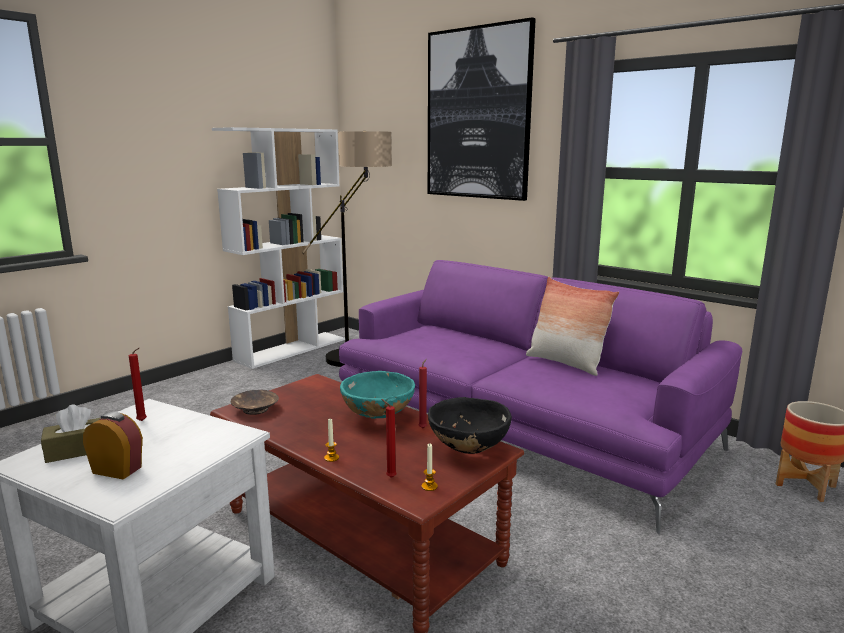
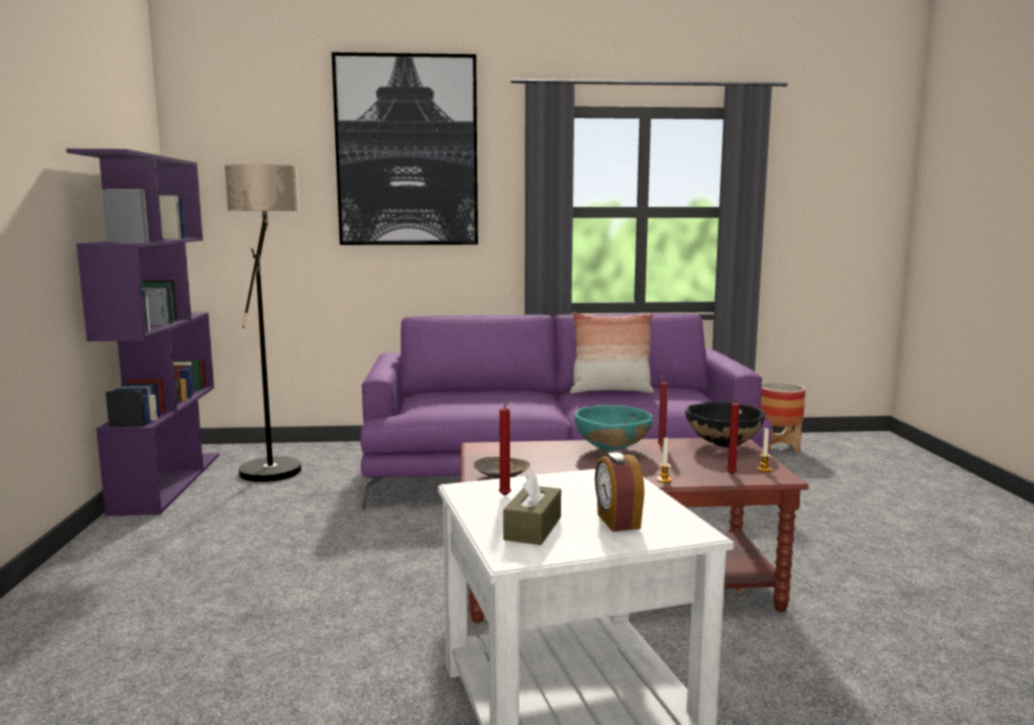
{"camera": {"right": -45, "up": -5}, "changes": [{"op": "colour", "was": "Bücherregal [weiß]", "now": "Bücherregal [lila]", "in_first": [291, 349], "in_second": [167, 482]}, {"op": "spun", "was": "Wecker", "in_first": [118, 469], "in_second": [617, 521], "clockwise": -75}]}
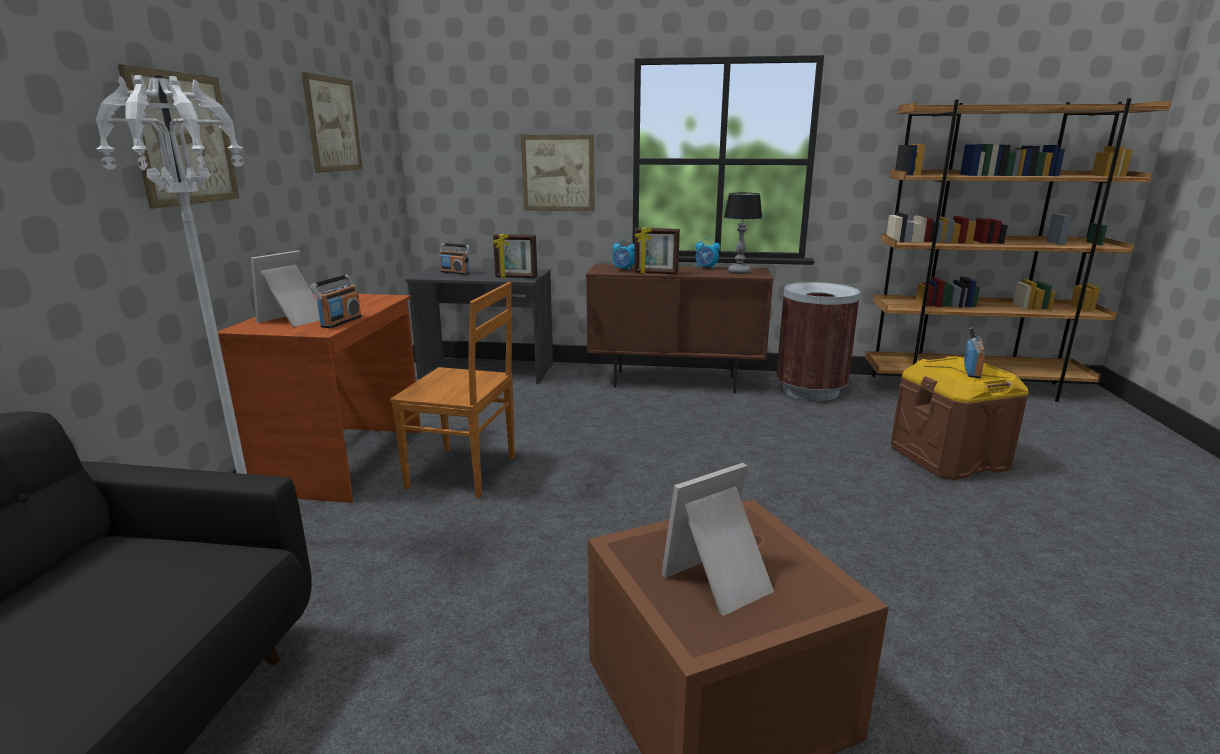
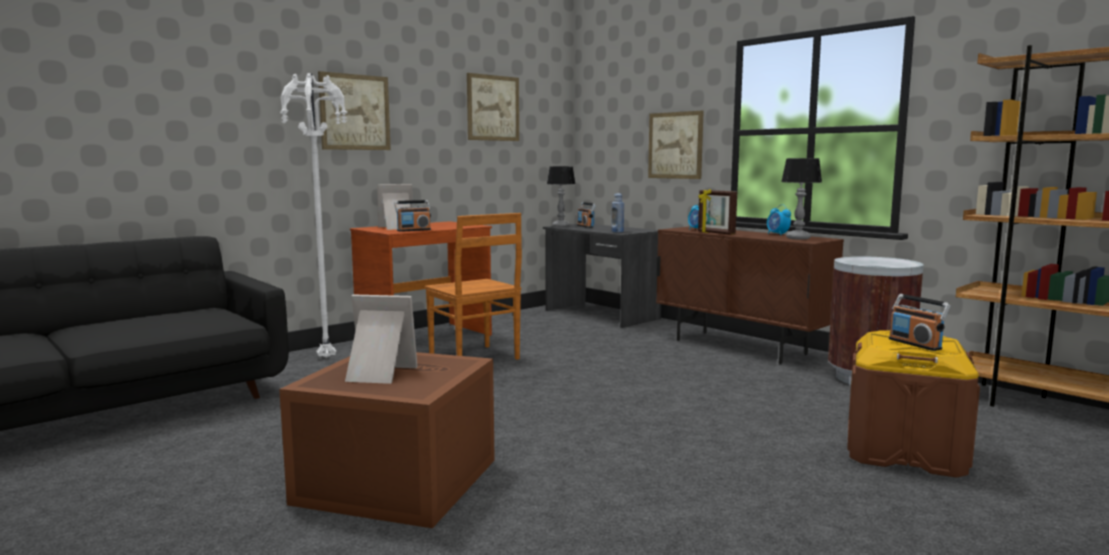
{"camera": {"right": 40, "up": -10}, "changes": [{"op": "appeared", "now": "Tischlampe", "in_second": [560, 226]}, {"op": "exchanged", "was": "Bilderrahmen", "now": "Flasche [blau]", "in_first": [516, 277], "in_second": [617, 231]}, {"op": "spun", "was": "Radio", "in_first": [972, 371], "in_second": [915, 344], "clockwise": 90}]}
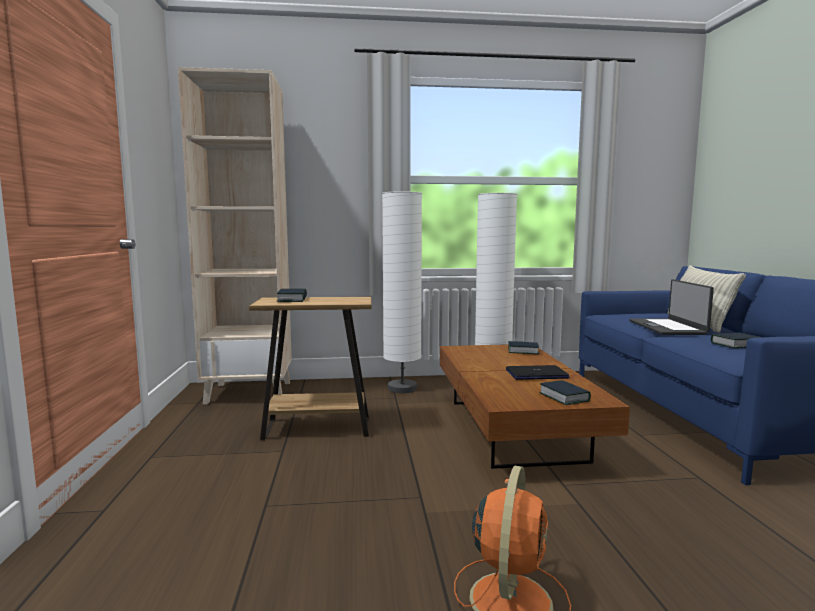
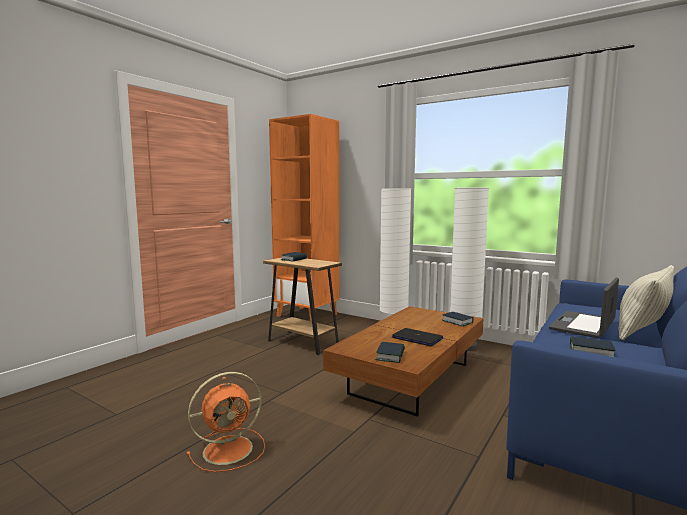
{"camera": {"right": 40, "up": 0}, "changes": [{"op": "colour", "was": "Bücherregal [beige]", "now": "Bücherregal [orange]", "in_first": [250, 392], "in_second": [307, 315]}]}
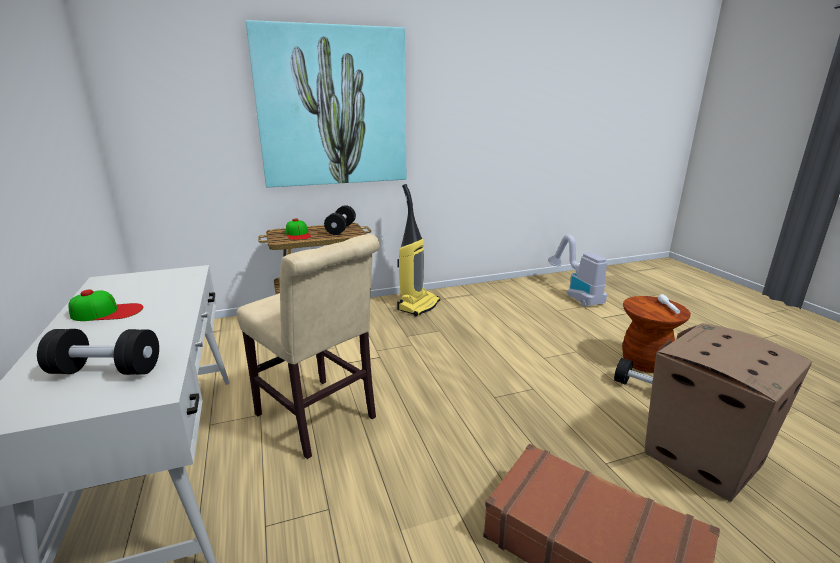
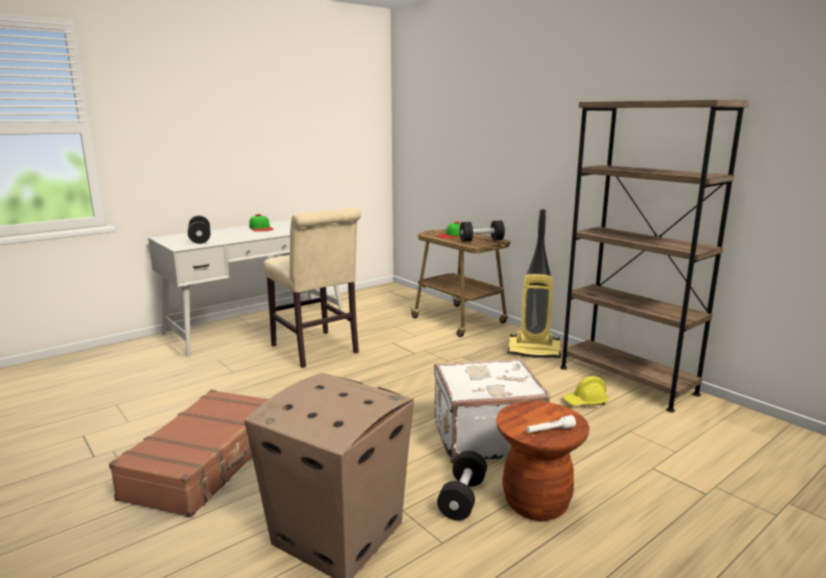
{"camera": {"right": 70, "up": -5}, "changes": [{"op": "spun", "was": "Stuhl [beige]", "in_first": [319, 419], "in_second": [316, 351], "clockwise": -60}, {"op": "appeared", "now": "Koffer [weiß]", "in_second": [485, 437]}, {"op": "appeared", "now": "Bücherregal [braun]", "in_second": [626, 380]}, {"op": "appeared", "now": "Schutzhelm [gelb]", "in_second": [585, 402]}, {"op": "missing", "was": "Bild", "in_first": [333, 108]}, {"op": "missing", "was": "Staubsauger", "in_first": [575, 295]}]}
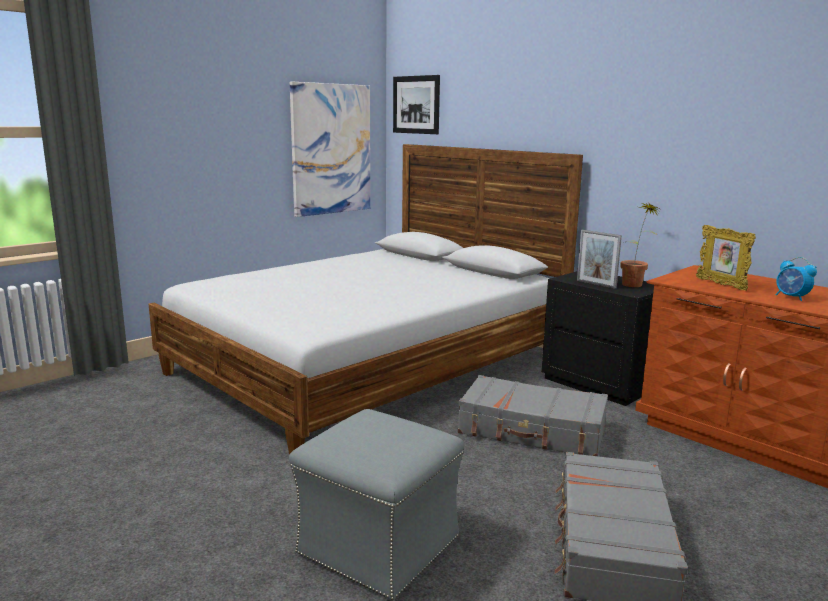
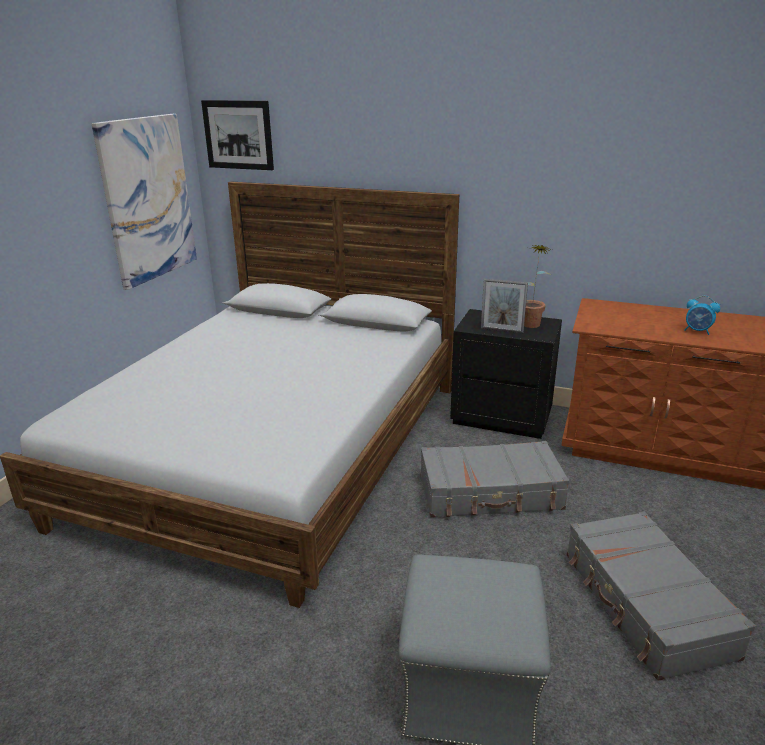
{"camera": {"right": -25, "up": 10}, "changes": [{"op": "missing", "was": "Bilderrahmen", "in_first": [721, 284]}]}
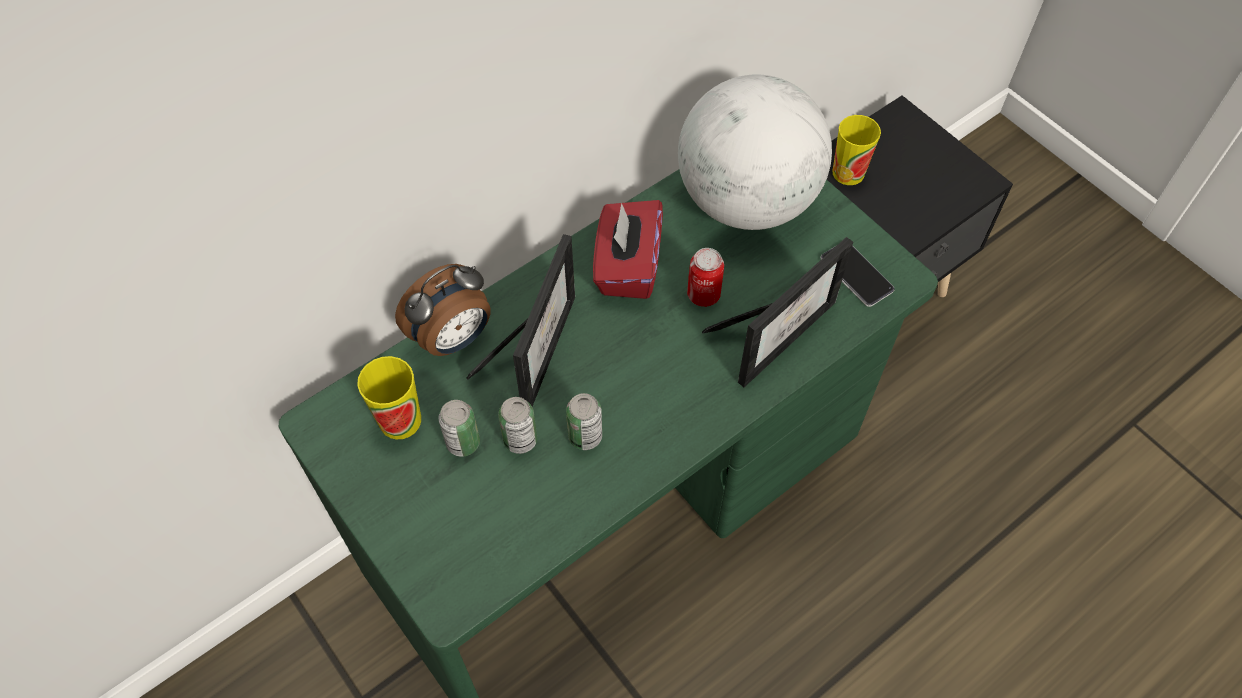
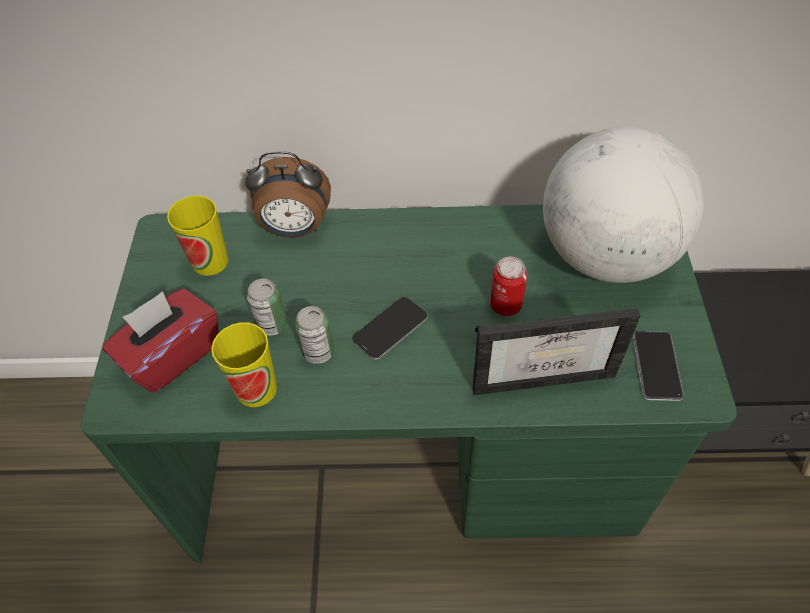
{"camera": {"right": 40, "up": -5}, "changes": [{"op": "relocated", "was": "Taschentuchbox [rot]", "in_first": [627, 267], "in_second": [172, 355]}, {"op": "relocated", "was": "Tasse", "in_first": [848, 173], "in_second": [256, 389]}, {"op": "appeared", "now": "Handy", "in_second": [390, 329]}, {"op": "missing", "was": "Dose", "in_first": [463, 443]}, {"op": "missing", "was": "Bilderrahmen", "in_first": [536, 346]}]}
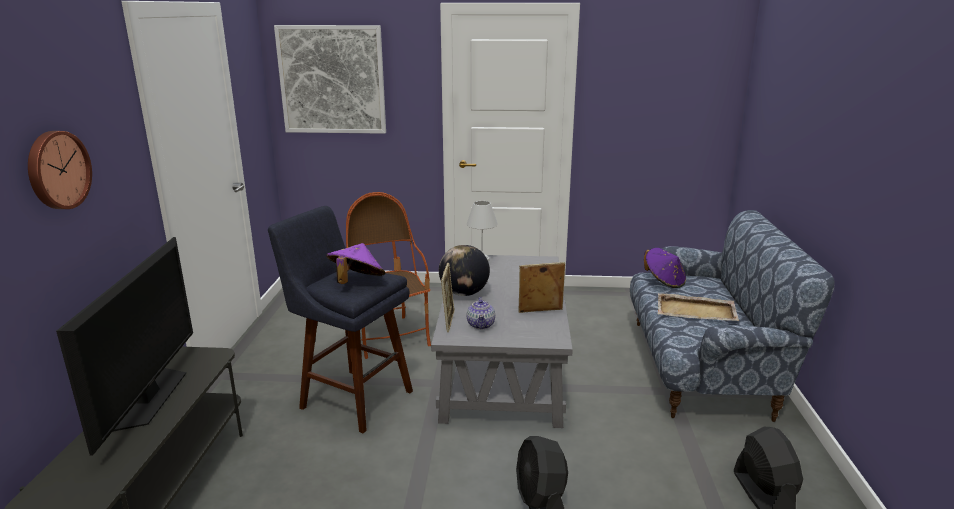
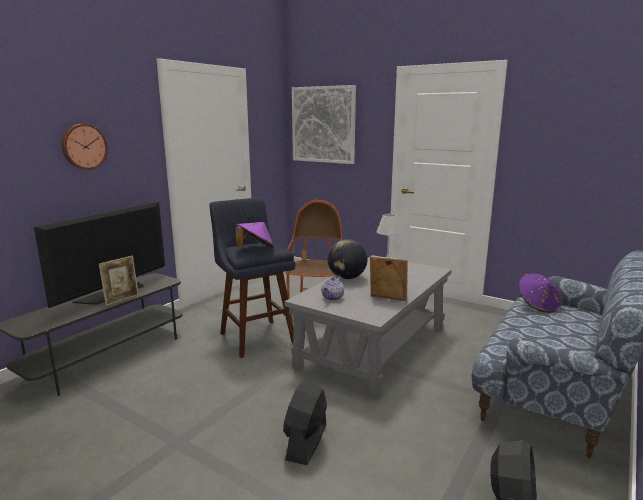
{"camera": {"right": 30, "up": -5}, "changes": [{"op": "relocated", "was": "Bilderrahmen", "in_first": [448, 321], "in_second": [122, 299]}, {"op": "missing", "was": "Tablett [beige]", "in_first": [696, 311]}]}
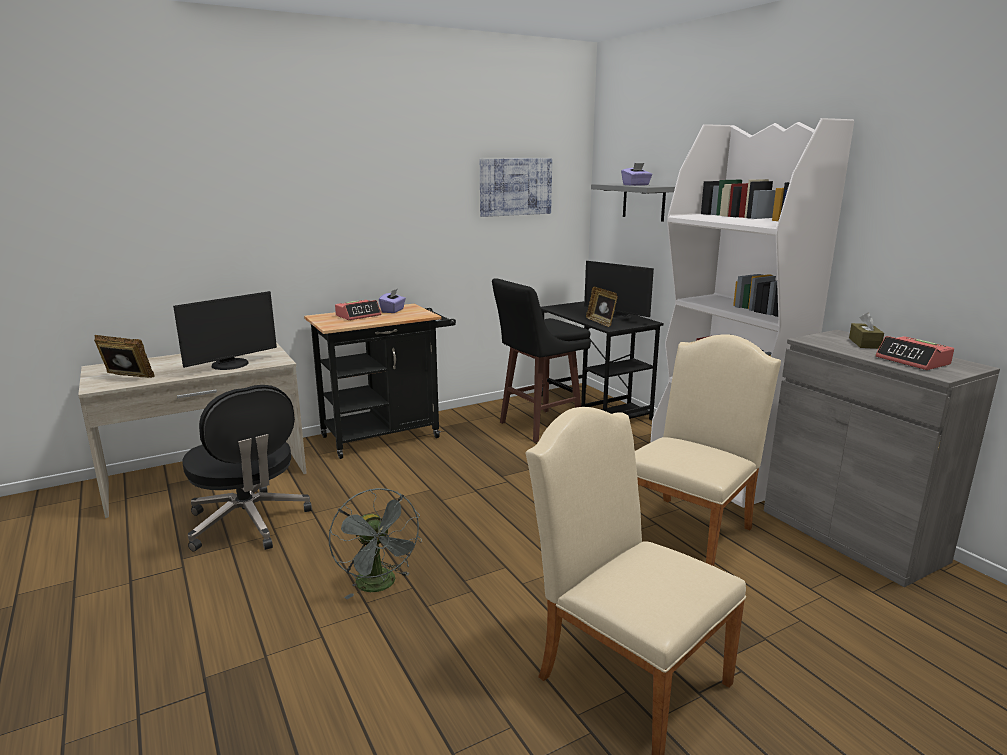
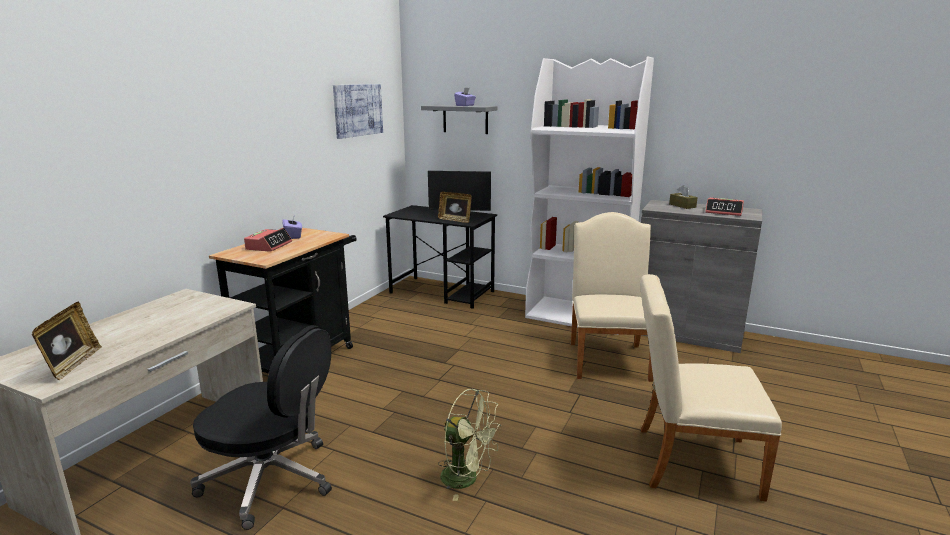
{"camera": {"right": -35, "up": 0}, "changes": [{"op": "spun", "was": "Bilderrahmen", "in_first": [126, 378], "in_second": [73, 364], "clockwise": 105}, {"op": "colour", "was": "Ventilator [grau]", "now": "Ventilator [grün]", "in_first": [380, 586], "in_second": [467, 479]}, {"op": "missing", "was": "Monitor", "in_first": [231, 365]}, {"op": "missing", "was": "Hocker [schwarz]", "in_first": [538, 426]}]}
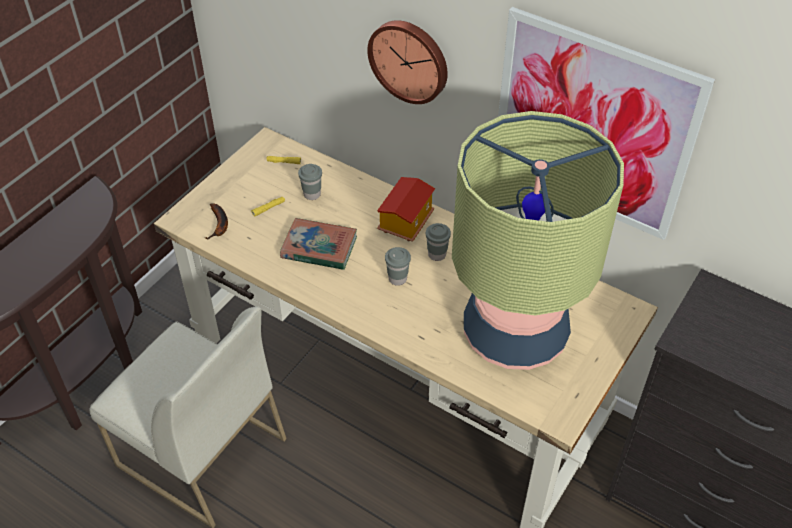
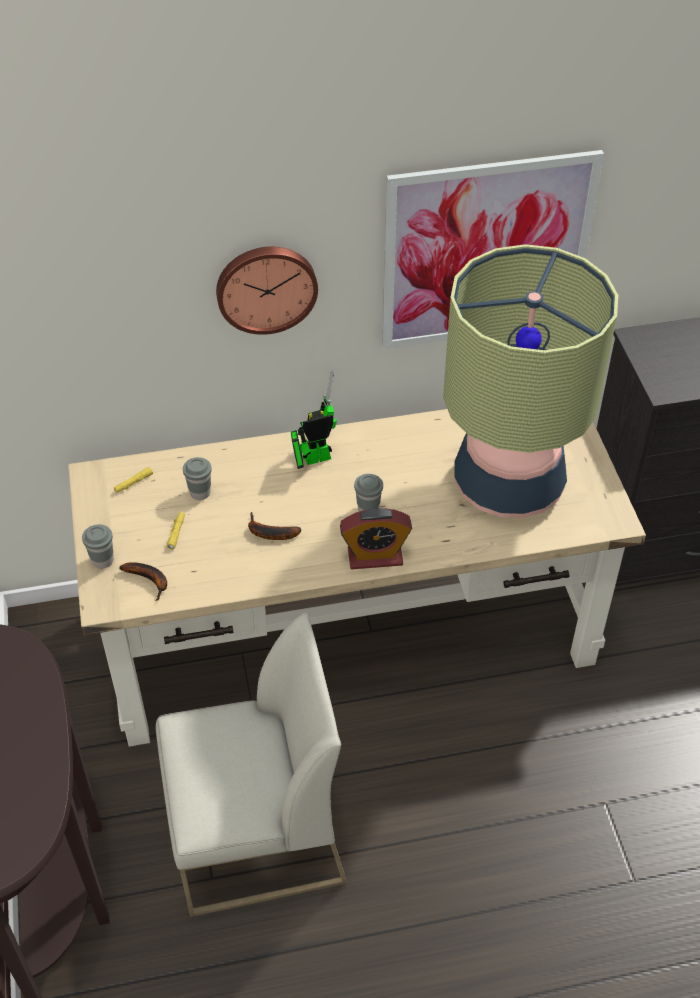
{"camera": {"right": -45, "up": 0}, "changes": [{"op": "relocated", "was": "Tasse [grau]", "in_first": [437, 254], "in_second": [102, 561]}, {"op": "exchanged", "was": "Buch", "now": "Banane", "in_first": [319, 248], "in_second": [269, 533]}, {"op": "exchanged", "was": "Spielzeughaus", "now": "Spielzeugroboter", "in_first": [405, 222], "in_second": [313, 459]}, {"op": "appeared", "now": "Wecker", "in_second": [375, 557]}]}
